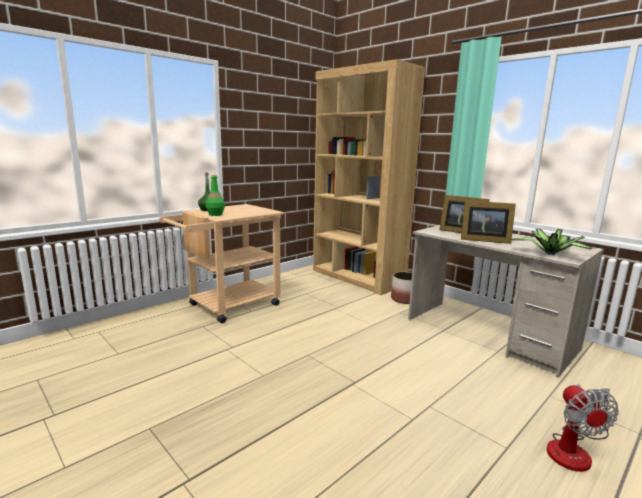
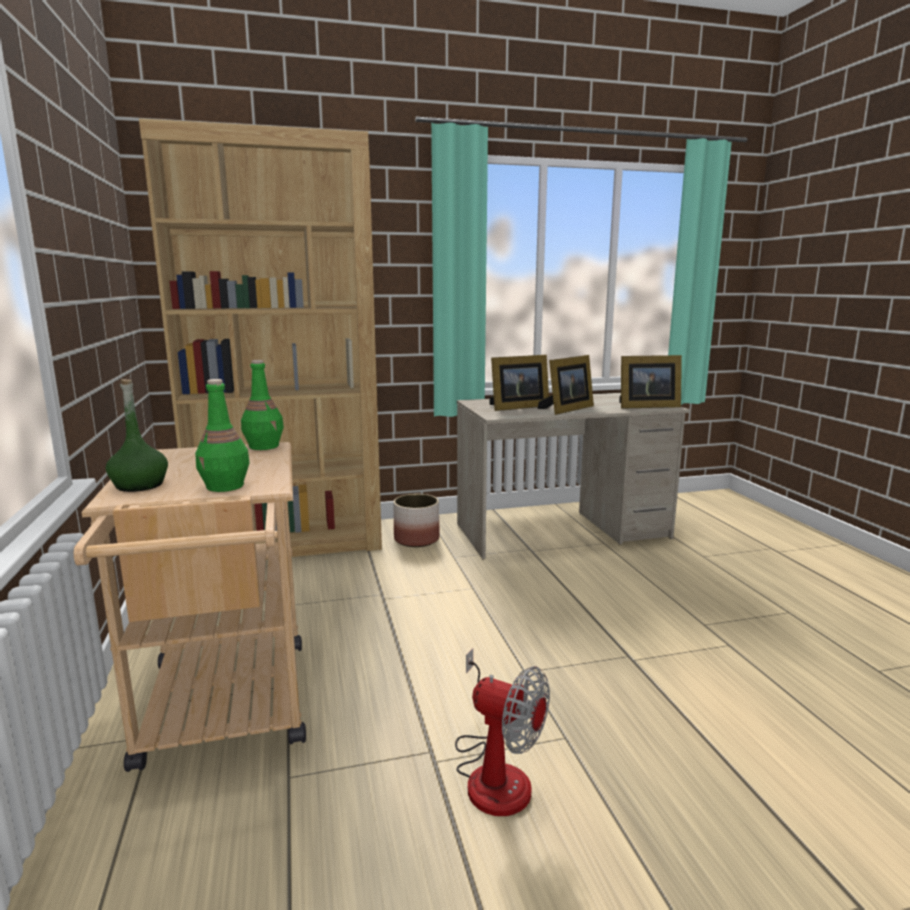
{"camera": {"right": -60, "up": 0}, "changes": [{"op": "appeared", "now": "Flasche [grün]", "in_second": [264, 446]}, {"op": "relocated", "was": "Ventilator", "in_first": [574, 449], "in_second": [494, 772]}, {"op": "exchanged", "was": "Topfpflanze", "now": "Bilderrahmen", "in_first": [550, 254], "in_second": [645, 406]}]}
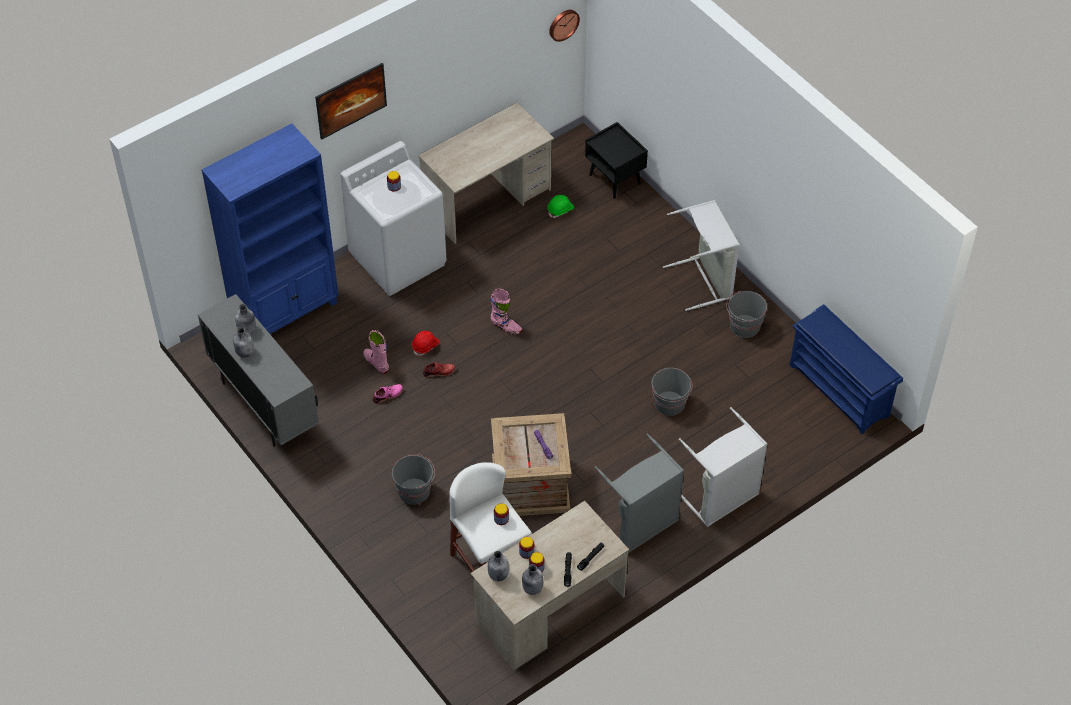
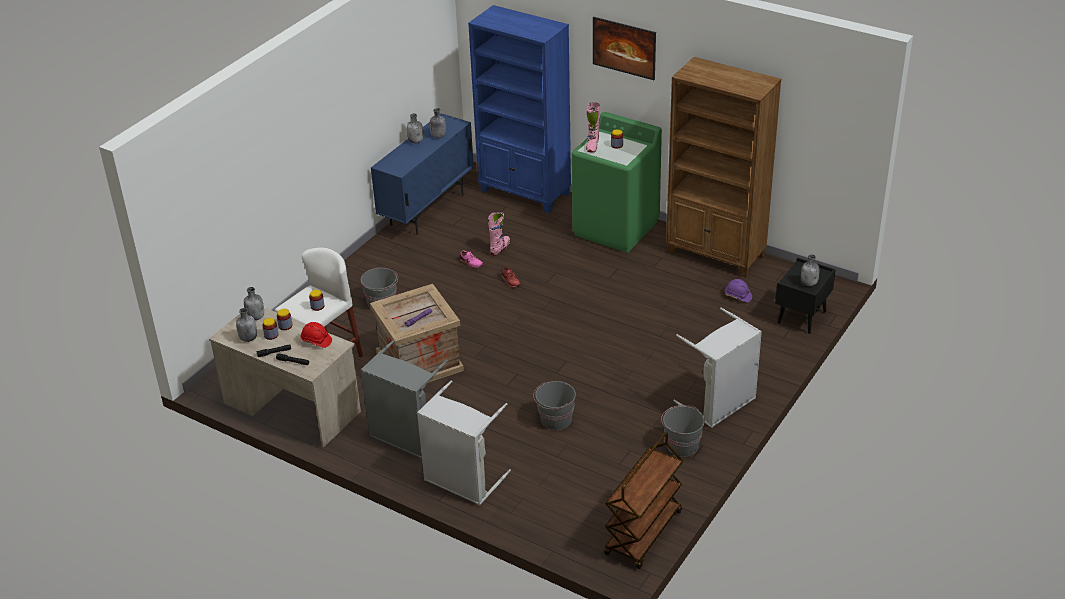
{"camera": {"right": 70, "up": -15}, "changes": [{"op": "relocated", "was": "Schutzhelm [rot]", "in_first": [425, 346], "in_second": [316, 341]}, {"op": "colour", "was": "Schrank [grau]", "now": "Schrank [blau]", "in_first": [264, 405], "in_second": [427, 210]}, {"op": "colour", "was": "Waschmaschine [weiß]", "now": "Waschmaschine [grün]", "in_first": [398, 259], "in_second": [616, 228]}, {"op": "relocated", "was": "Stiefel [rosa]", "in_first": [506, 327], "in_second": [592, 146]}, {"op": "exchanged", "was": "Schuhregal [blau]", "now": "Rollwagen [braun]", "in_first": [840, 390], "in_second": [644, 534]}, {"op": "exchanged", "was": "Schreibtisch [beige]", "now": "Bücherregal [braun]", "in_first": [487, 200], "in_second": [716, 254]}, {"op": "colour", "was": "Schutzhelm [grün]", "now": "Schutzhelm [lila]", "in_first": [560, 210], "in_second": [738, 296]}, {"op": "appeared", "now": "Flasche [grau]", "in_second": [809, 283]}, {"op": "missing", "was": "Wanduhr", "in_first": [563, 24]}]}
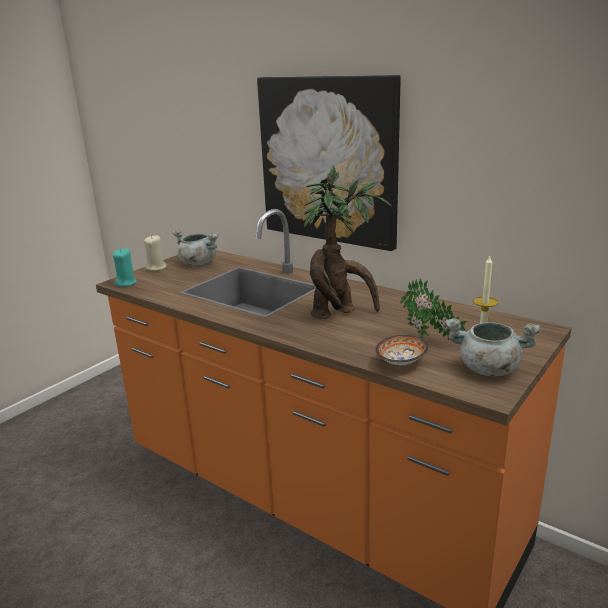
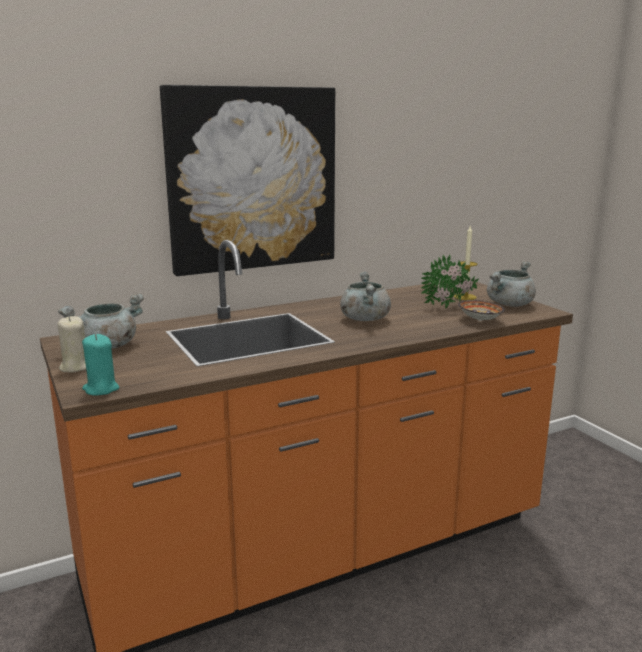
{"camera": {"right": -65, "up": -5}, "changes": [{"op": "exchanged", "was": "Topfpflanze", "now": "Kochtopf [grau]", "in_first": [340, 313], "in_second": [364, 318]}]}
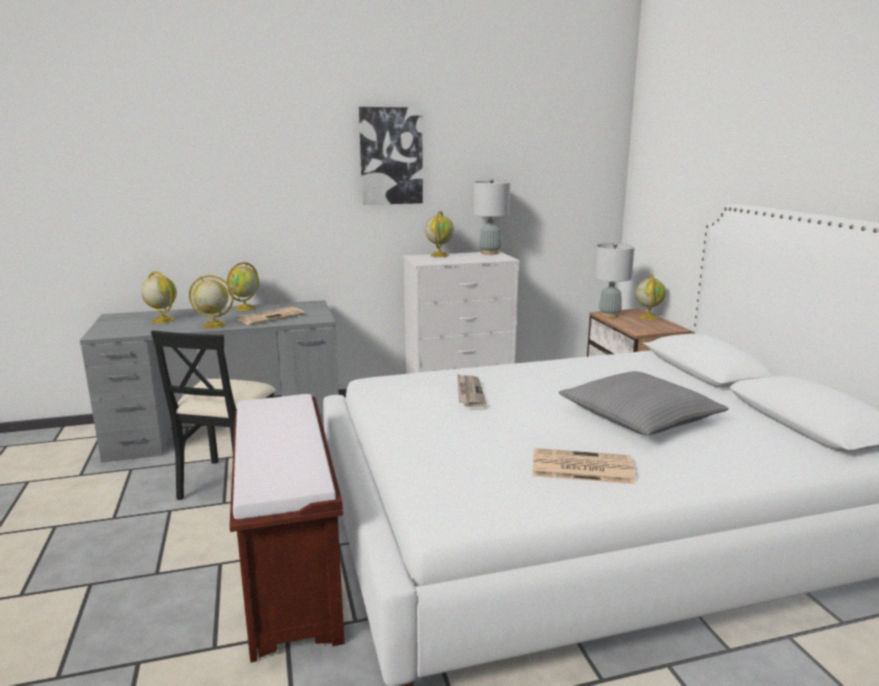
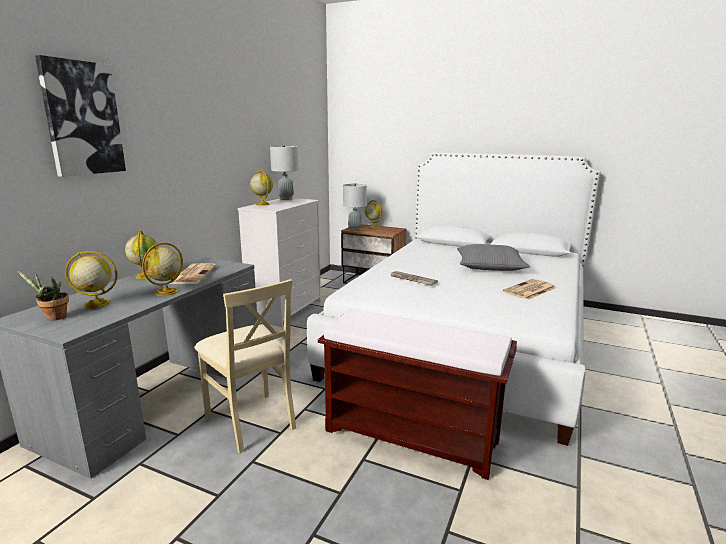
{"camera": {"right": -50, "up": 0}, "changes": [{"op": "appeared", "now": "Topfpflanze", "in_second": [53, 318]}, {"op": "relocated", "was": "Bild", "in_first": [391, 156], "in_second": [82, 118]}, {"op": "colour", "was": "Stuhl [schwarz]", "now": "Stuhl [beige]", "in_first": [228, 481], "in_second": [251, 421]}]}
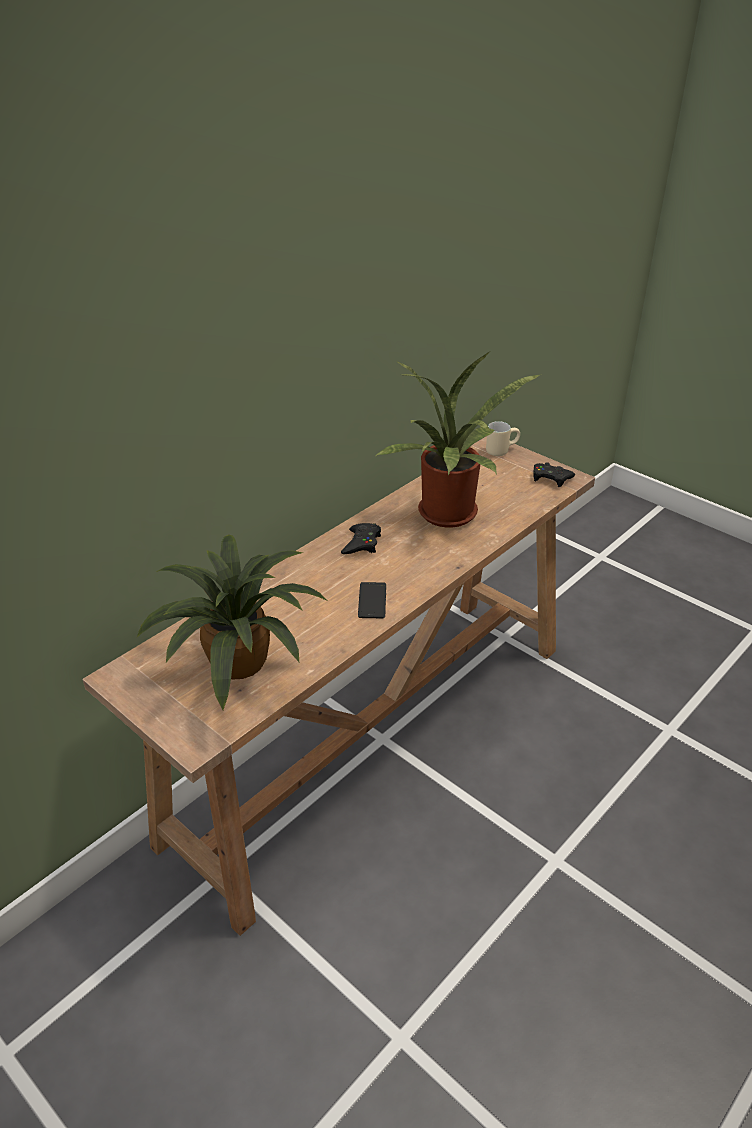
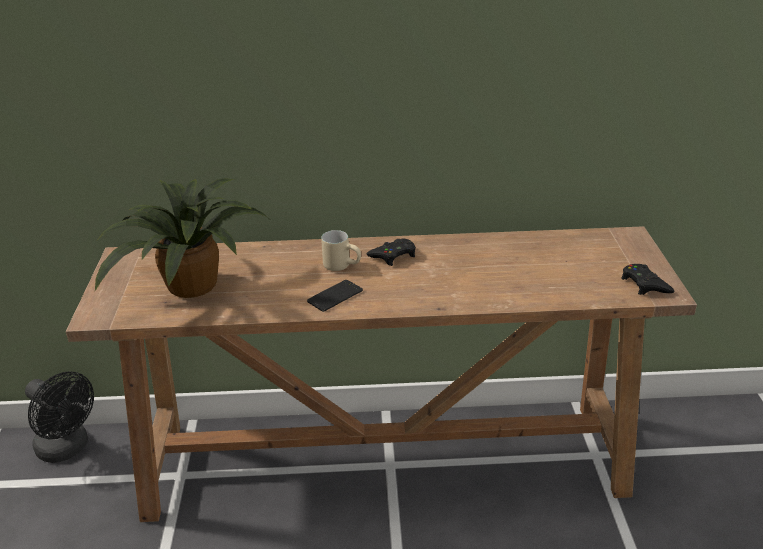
{"camera": {"right": 45, "up": -5}, "changes": [{"op": "appeared", "now": "Ventilator [schwarz]", "in_second": [68, 448]}, {"op": "relocated", "was": "Henkelbecher [beige]", "in_first": [501, 450], "in_second": [343, 266]}, {"op": "missing", "was": "Topfpflanze", "in_first": [449, 517]}]}
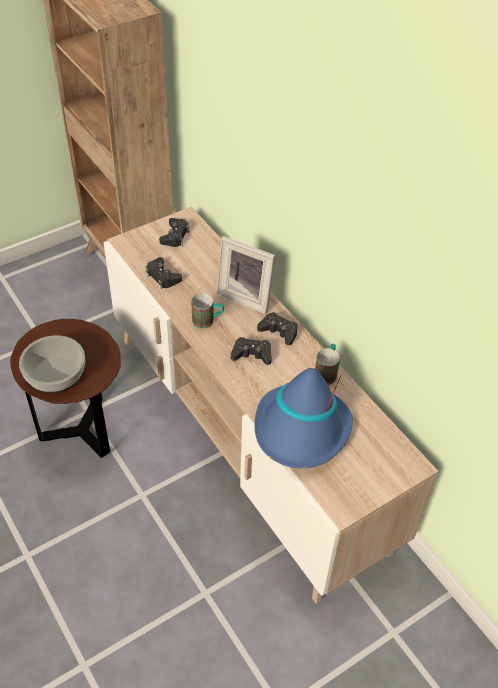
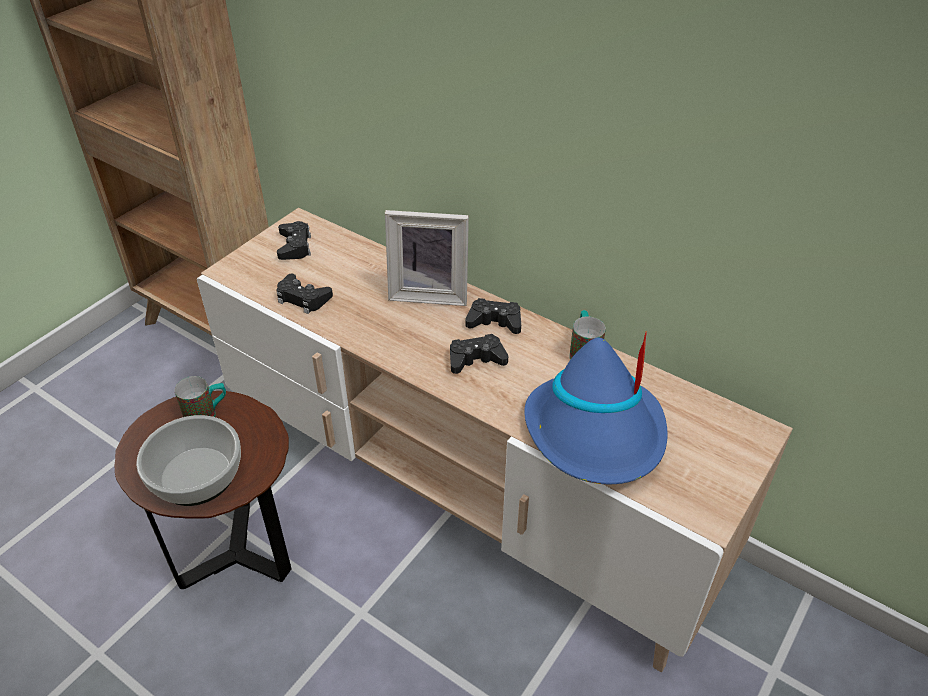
{"camera": {"right": -20, "up": -5}, "changes": [{"op": "relocated", "was": "Henkelbecher", "in_first": [208, 321], "in_second": [207, 414]}]}
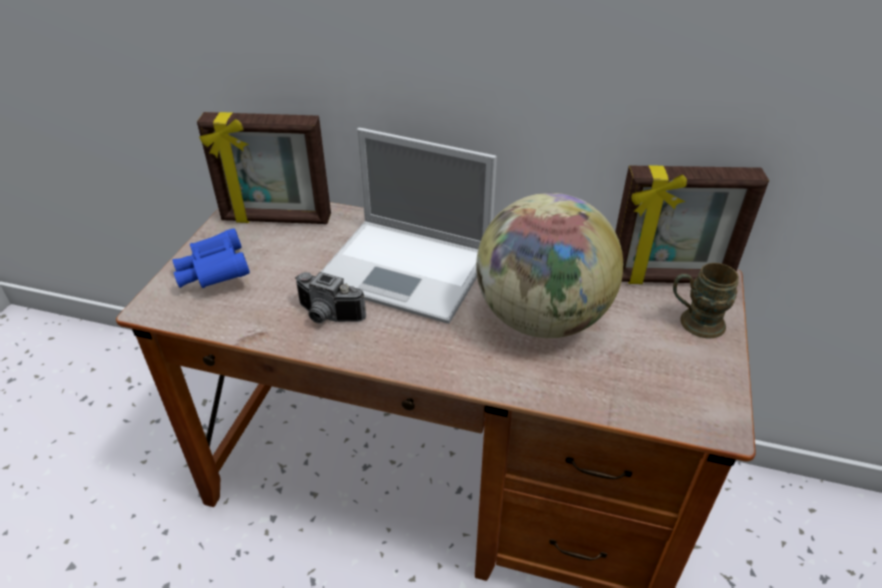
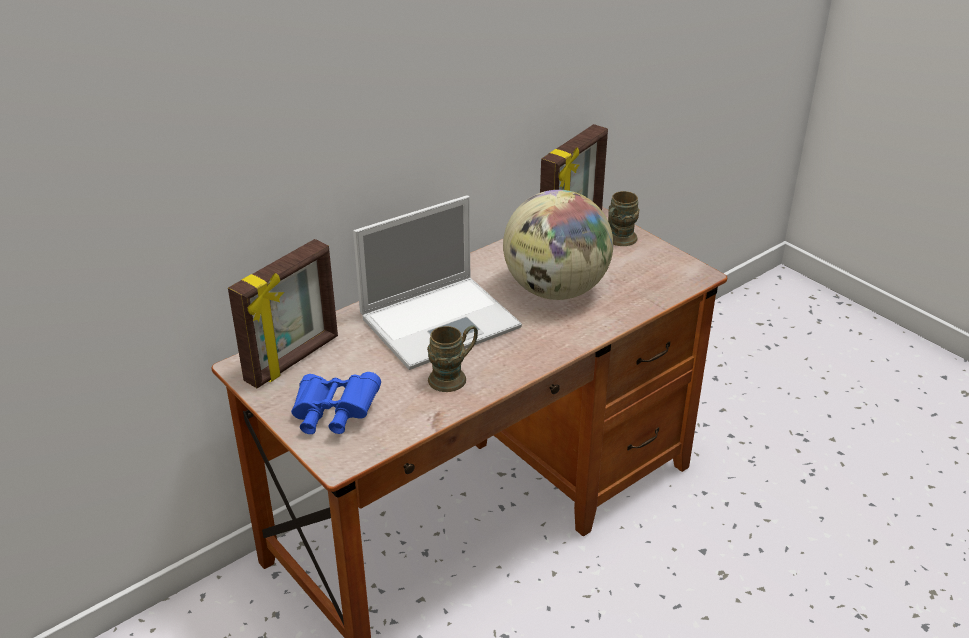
{"camera": {"right": -55, "up": -5}, "changes": [{"op": "exchanged", "was": "Kamera", "now": "Henkelbecher [braun]", "in_first": [327, 317], "in_second": [453, 377]}]}
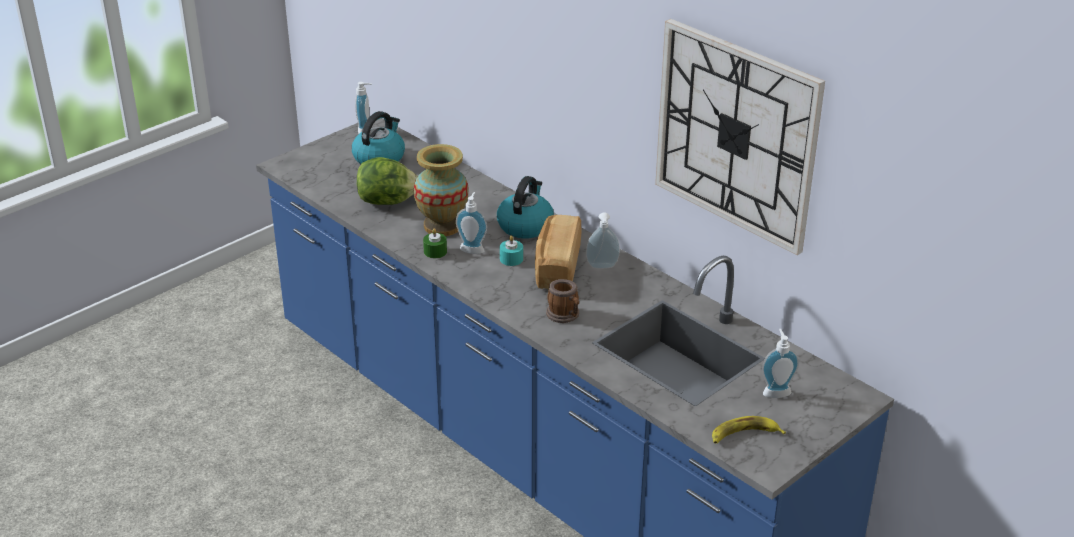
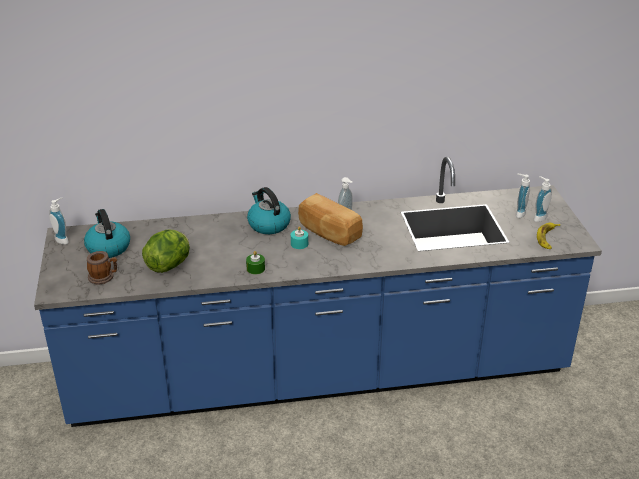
{"camera": {"right": -55, "up": 0}, "changes": [{"op": "relocated", "was": "Henkelbecher", "in_first": [565, 315], "in_second": [104, 277]}, {"op": "relocated", "was": "Seifenspender", "in_first": [473, 248], "in_second": [538, 217]}, {"op": "missing", "was": "Vase", "in_first": [442, 226]}, {"op": "missing", "was": "Wanduhr", "in_first": [736, 135]}]}
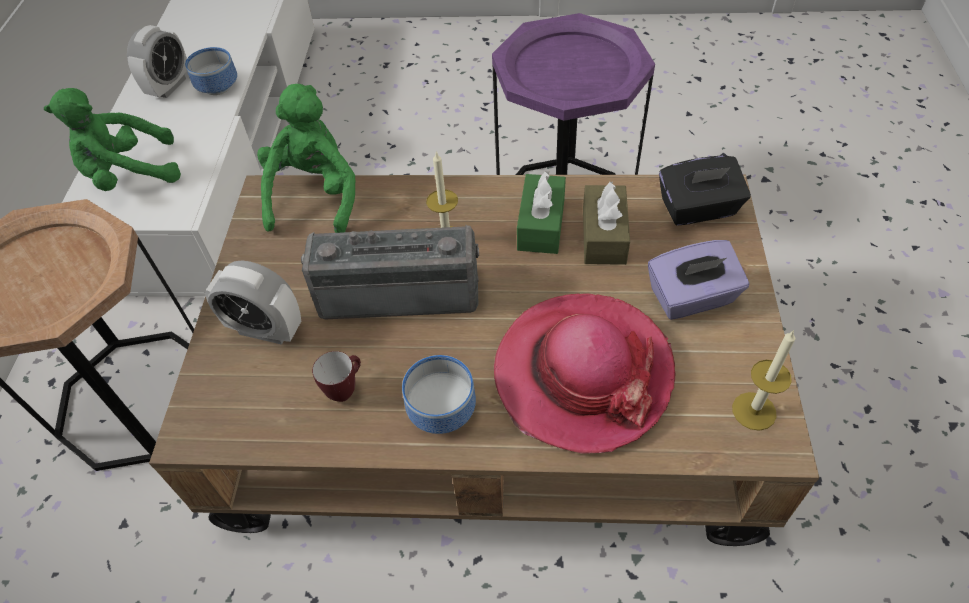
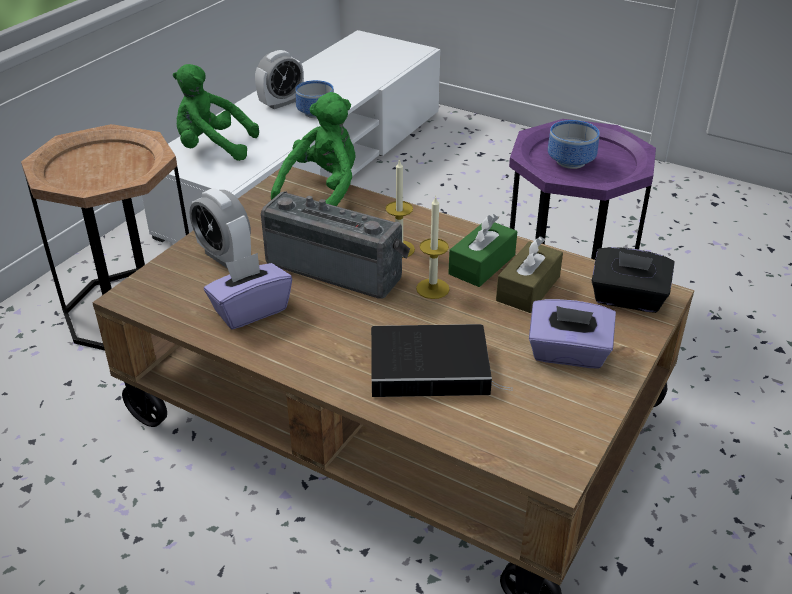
{"camera": {"right": 25, "up": -15}, "changes": [{"op": "exchanged", "was": "Henkelbecher", "now": "Taschentuchbox [lila]", "in_first": [345, 389], "in_second": [250, 310]}, {"op": "exchanged", "was": "Hut", "now": "Buch", "in_first": [582, 373], "in_second": [433, 367]}, {"op": "relocated", "was": "Kerze", "in_first": [754, 411], "in_second": [432, 288]}, {"op": "relocated", "was": "Schüssel", "in_first": [442, 407], "in_second": [572, 161]}]}
